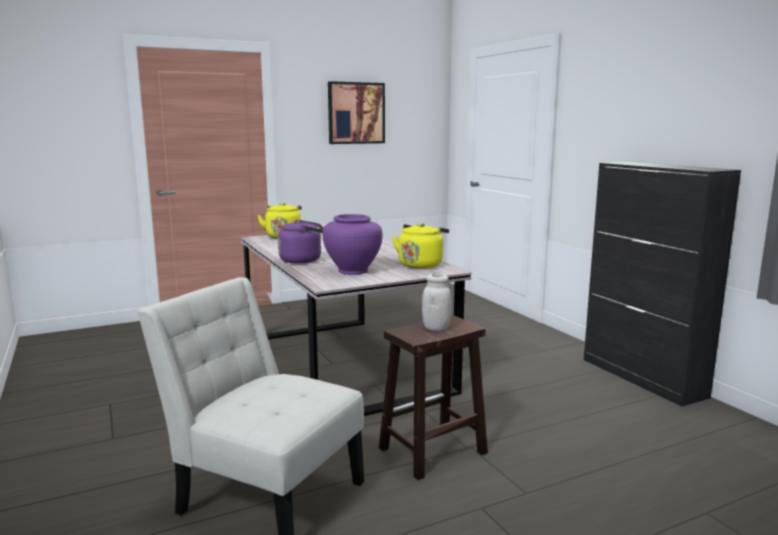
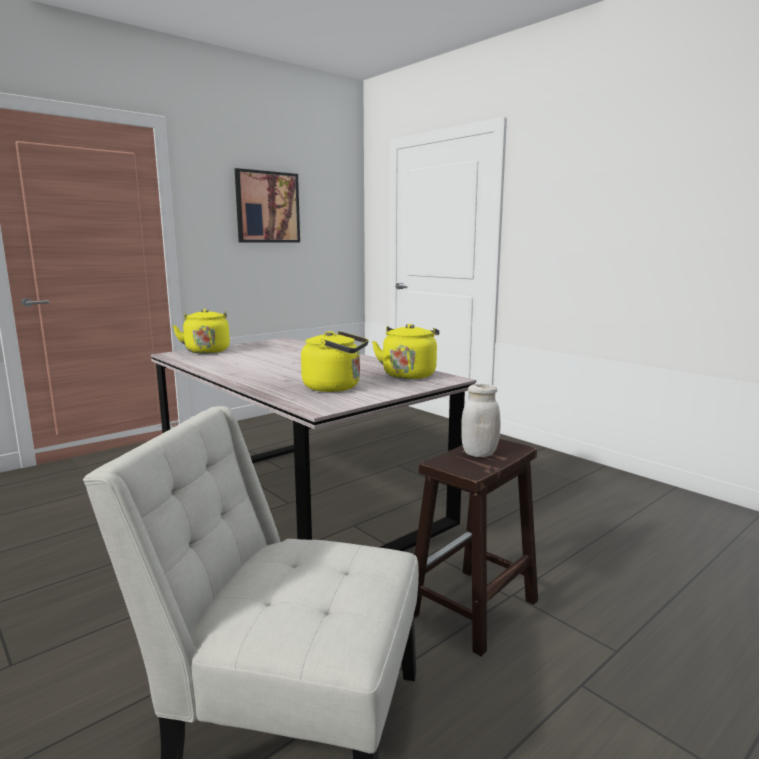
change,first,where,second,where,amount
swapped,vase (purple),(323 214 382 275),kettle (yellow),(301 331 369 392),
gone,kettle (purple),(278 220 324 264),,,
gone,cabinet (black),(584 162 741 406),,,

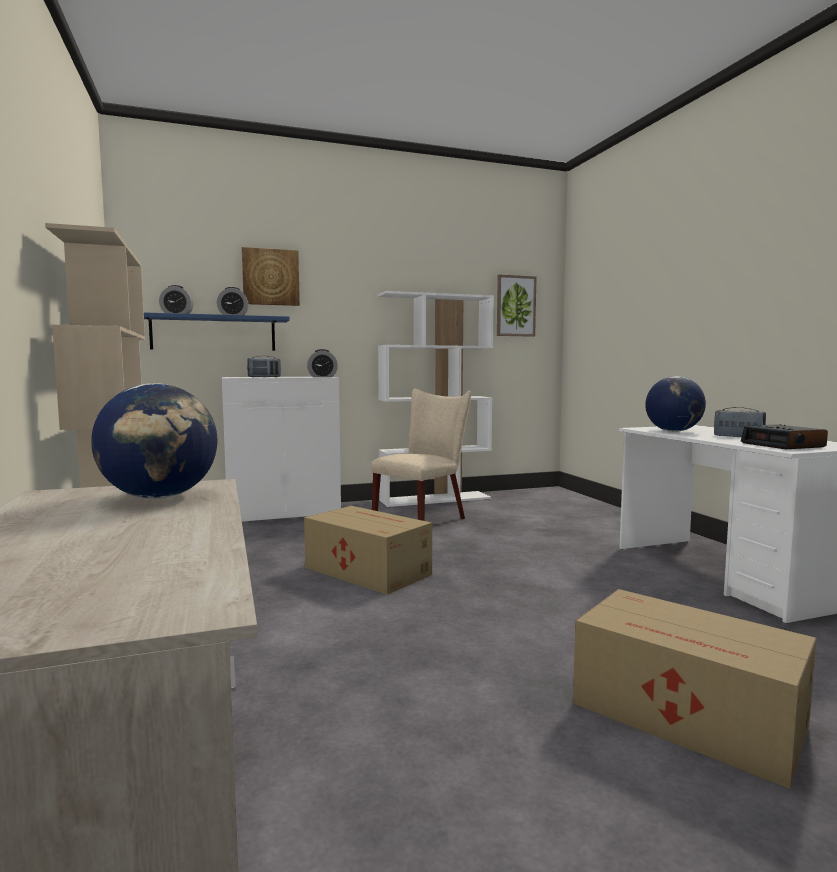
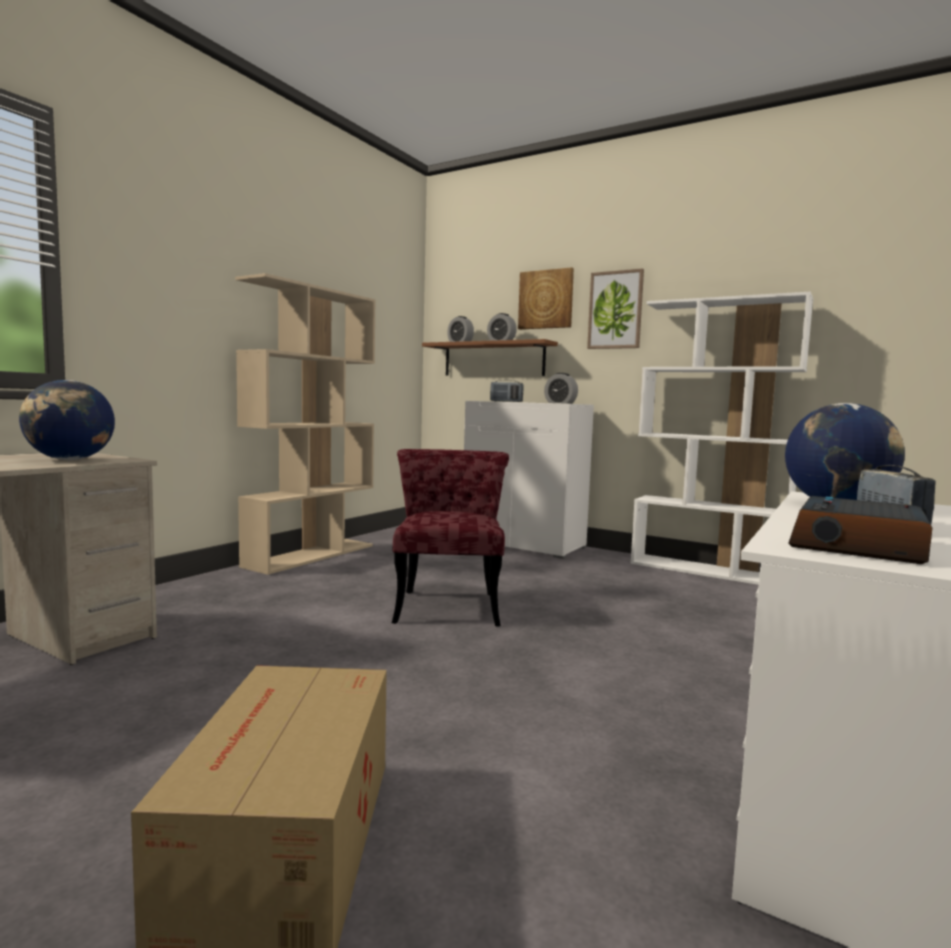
change,first,where,second,where,amount
swapped,cardboard box,(304 506 432 595),chair (red),(392 449 509 627),
repainted,shelf (blue),(144 312 290 351),shelf (brown),(422 339 558 376),
shifted,picture,(497 274 537 337),,(587 268 644 349),
gone,chair (beige),(371 389 471 521),,,

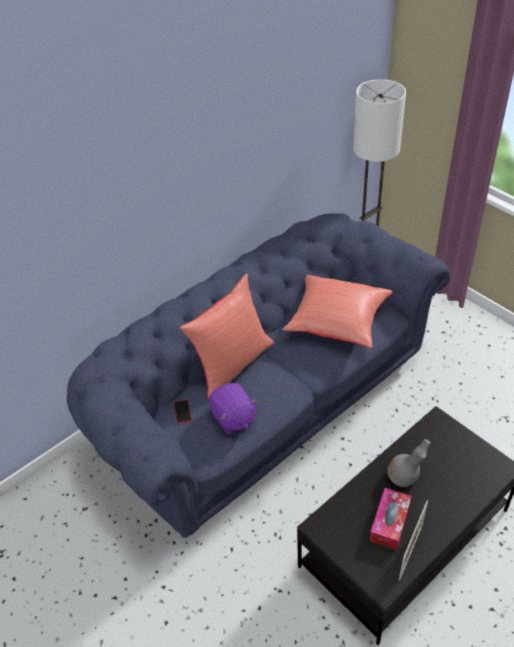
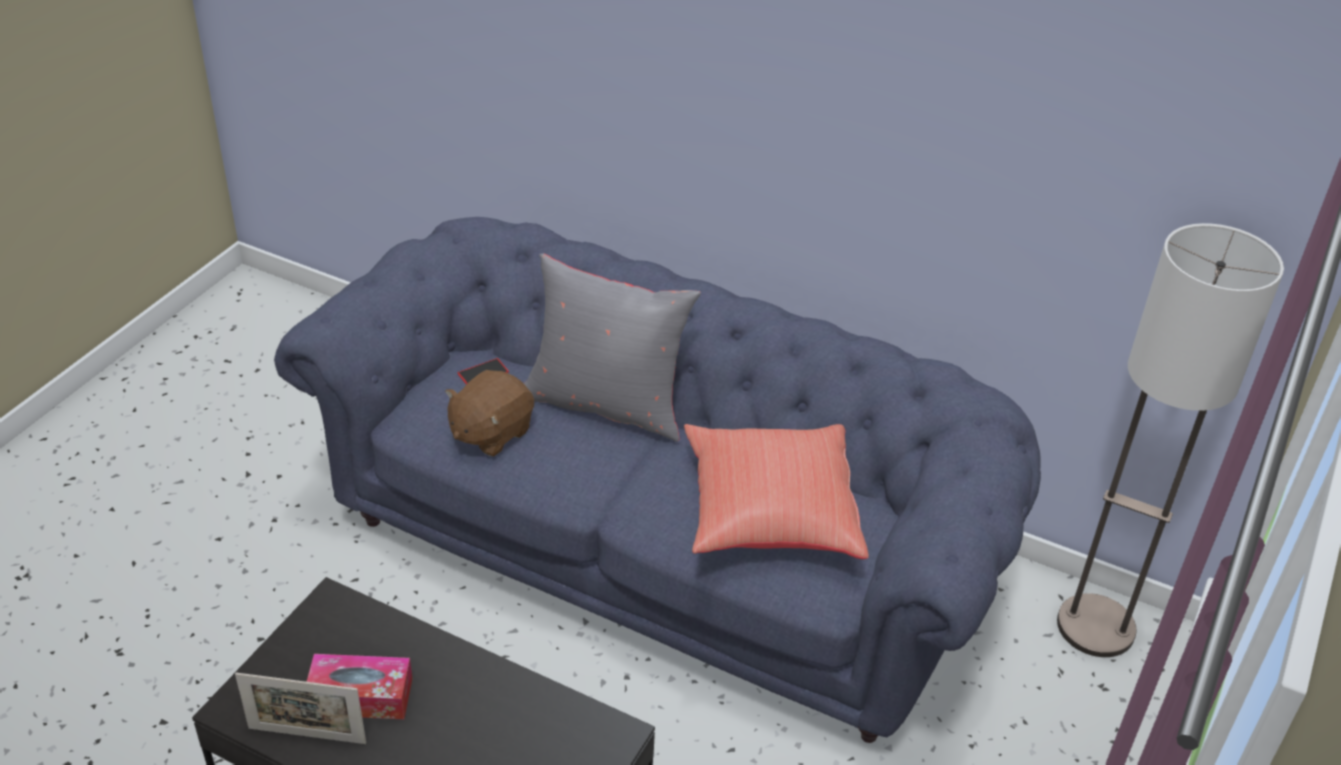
change,first,where,second,where,amount
repainted,plush toy (purple),(209 383 257 434),plush toy (brown),(445 370 534 457),
repainted,pillow (red),(180 274 274 399),pillow (grey),(524 253 701 442),
gone,vase (grey),(388 439 431 487),,,

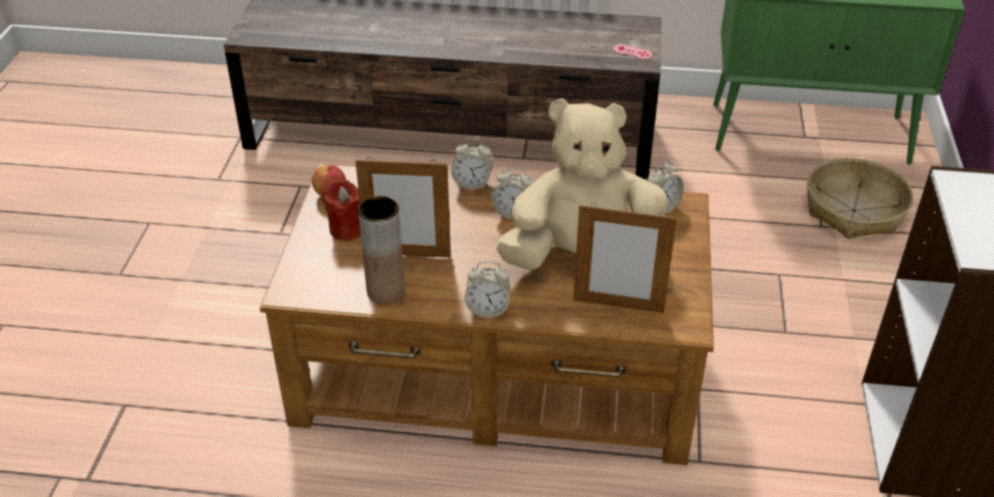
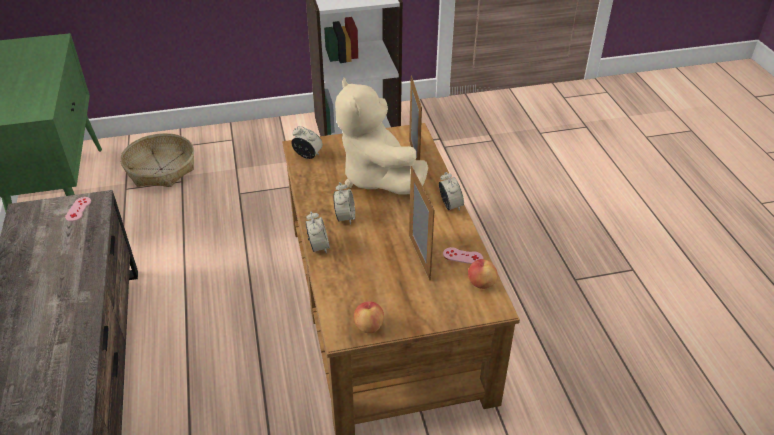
change,first,where,second,where,amount
swapped,vase (brown),(358 196 405 304),game controller (pink),(443 247 483 264),
new,,,apple,(468 259 498 289),
gone,candle (red),(323 180 361 241),,,

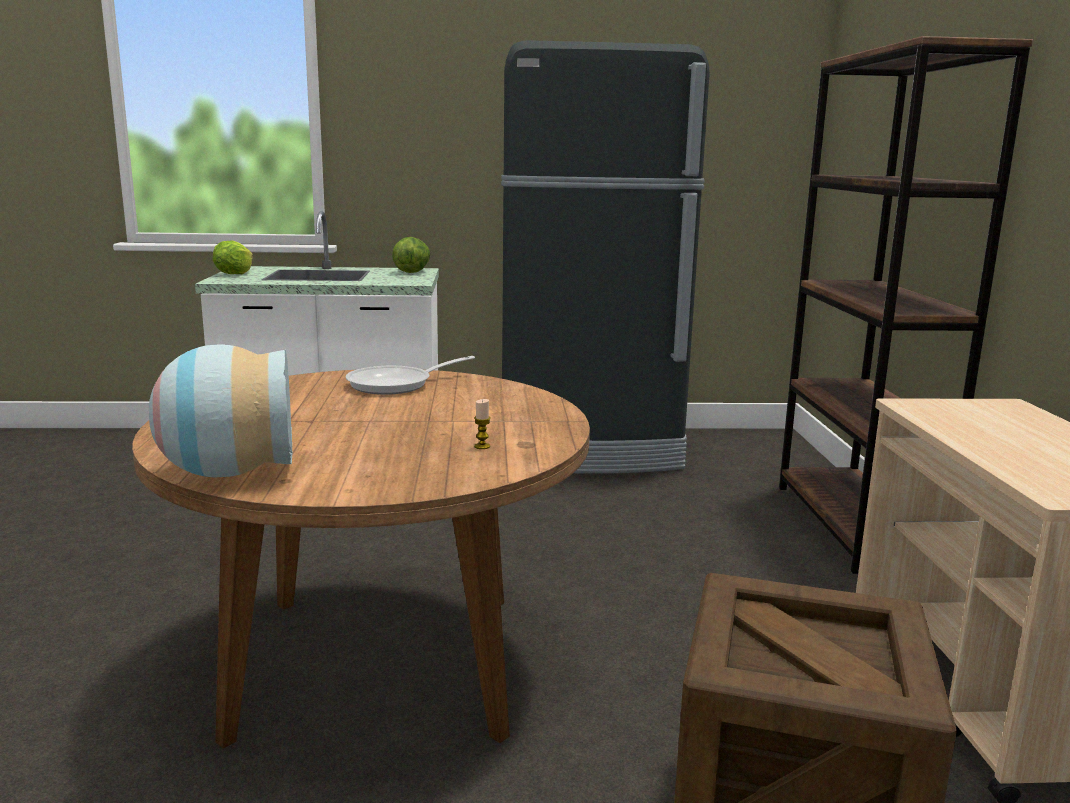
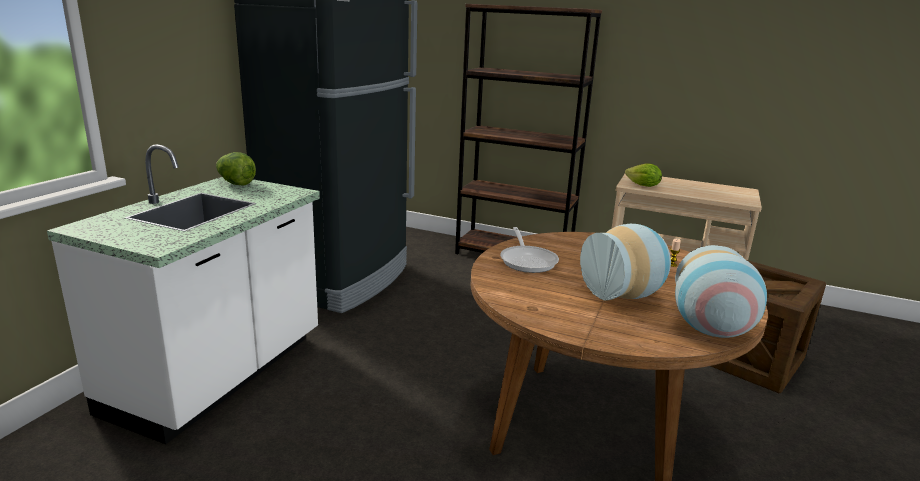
change,first,where,second,where,amount
new,,,vase,(580 224 671 301),
shifted,lettuce,(213 241 253 274),,(625 163 662 187),

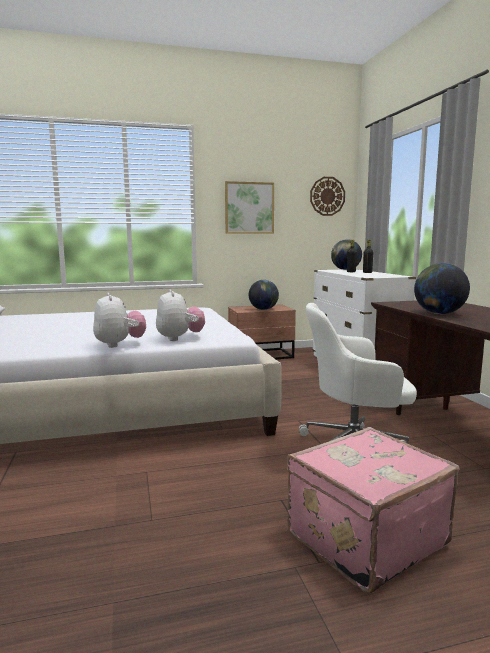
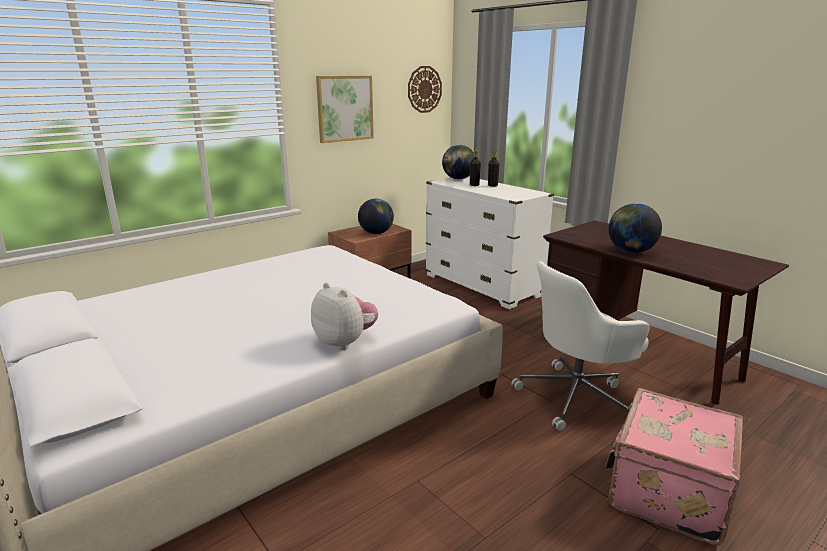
change,first,where,second,where,amount
gone,plush toy,(156 289 205 341),,,

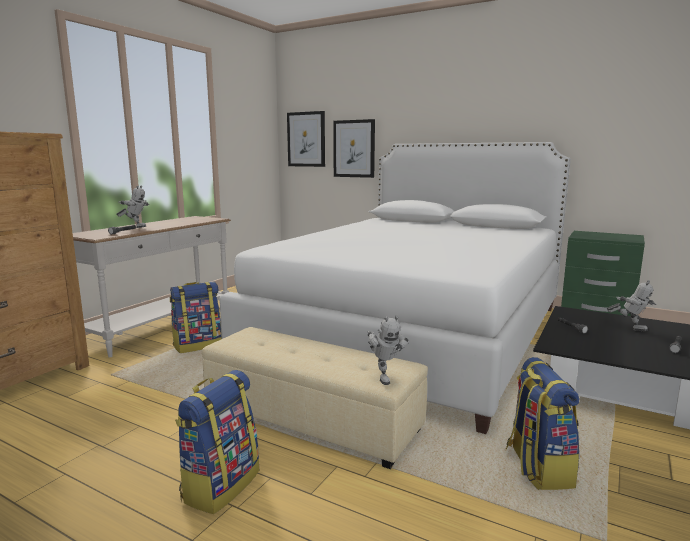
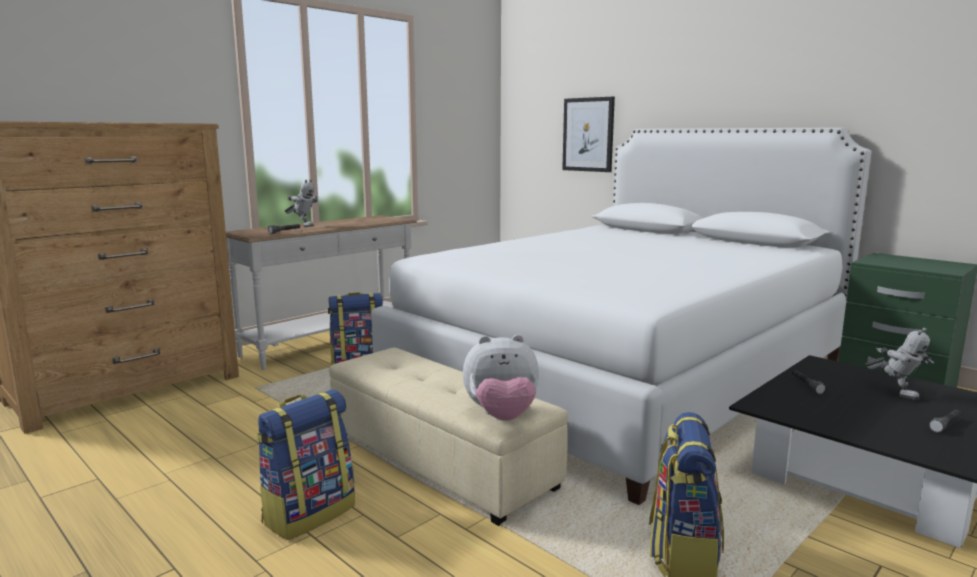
change,first,where,second,where,amount
swapped,toy robot,(368 315 409 385),plush toy,(463 334 539 421),
gone,picture,(287 111 325 167),,,

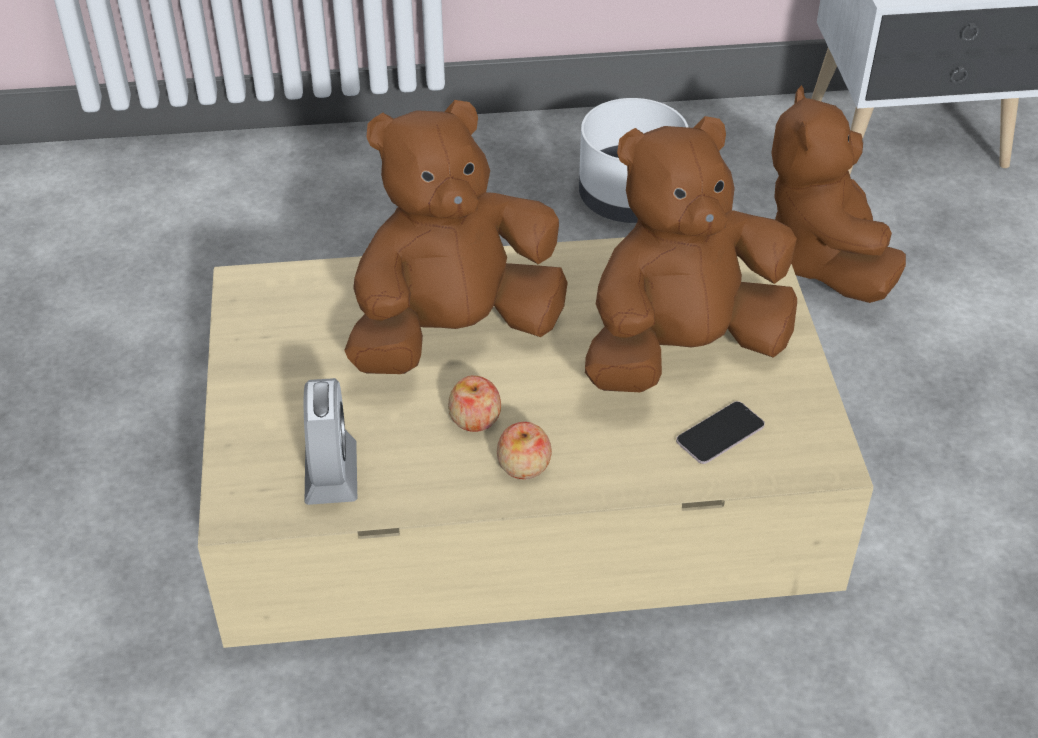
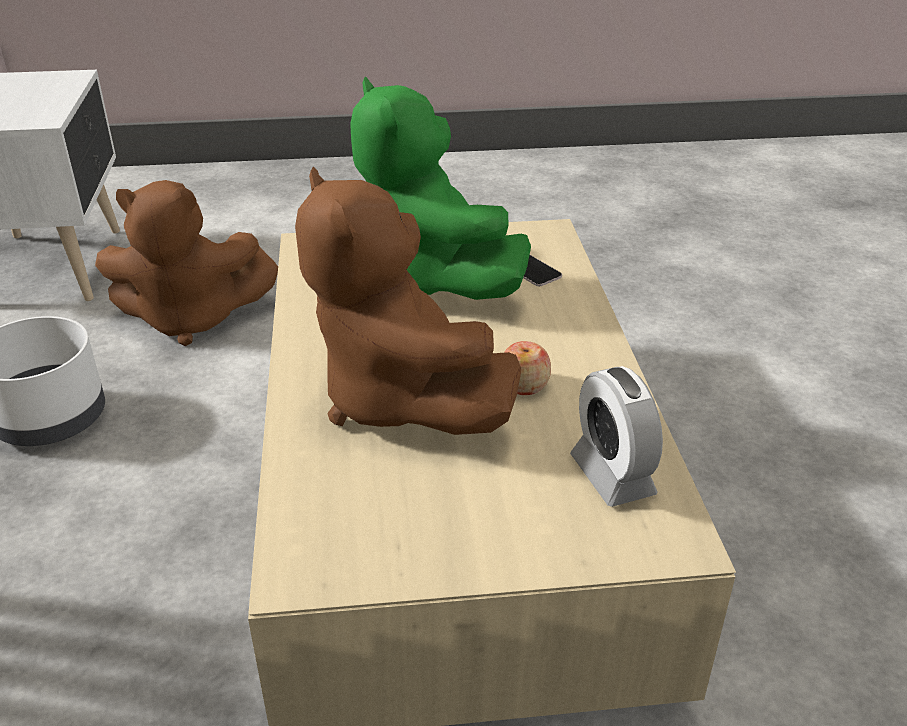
change,first,where,second,where,amount
repainted,plush toy (brown),(585 116 797 392),plush toy (green),(350 77 531 300),
rotated,alarm clock,(304 378 357 505),,(570 366 663 507),105 degrees counterclockwise
gone,apple,(497 422 552 479),,,

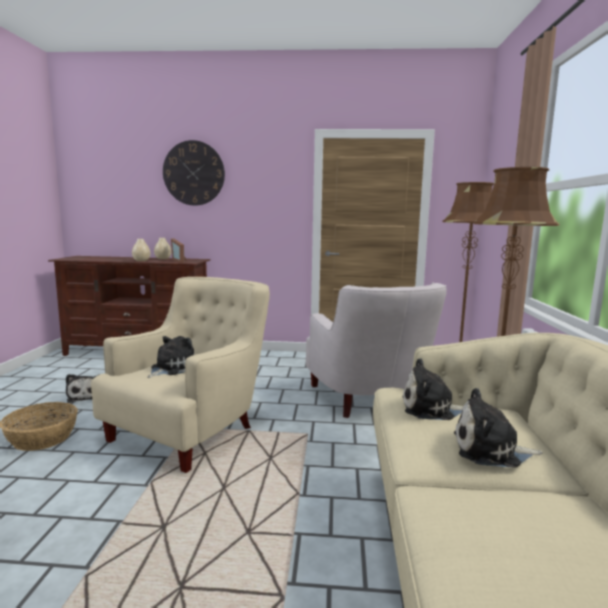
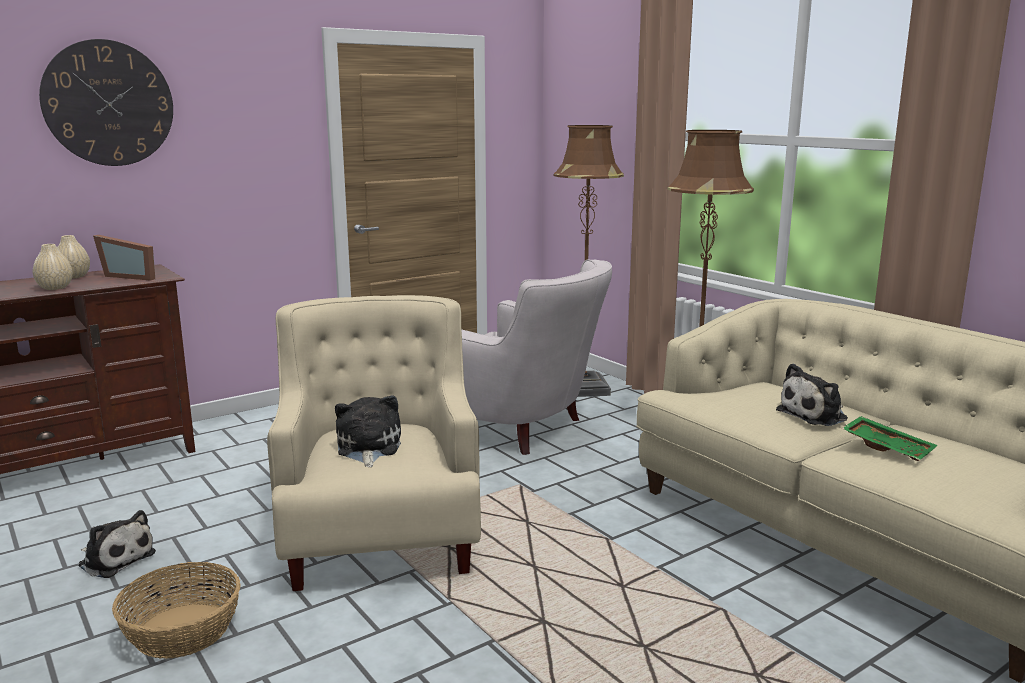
change,first,where,second,where,amount
new,,,tray (green),(842 416 937 461),
gone,plush toy,(402 358 463 420),,,

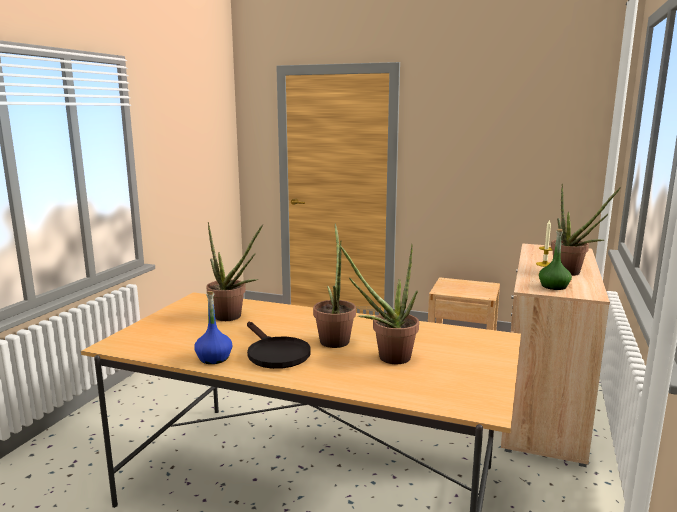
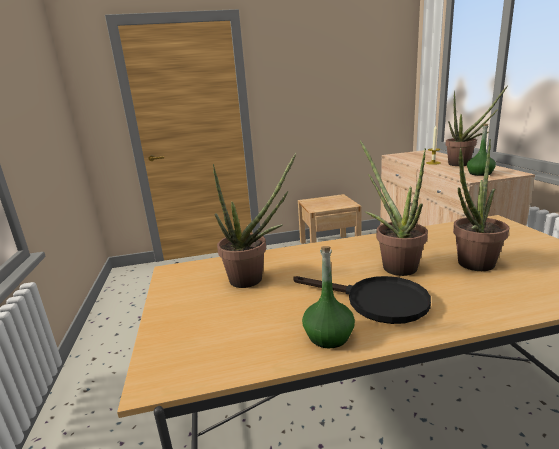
change,first,where,second,where,amount
repainted,bottle (blue),(194 291 232 364),bottle (green),(302 246 355 348),

